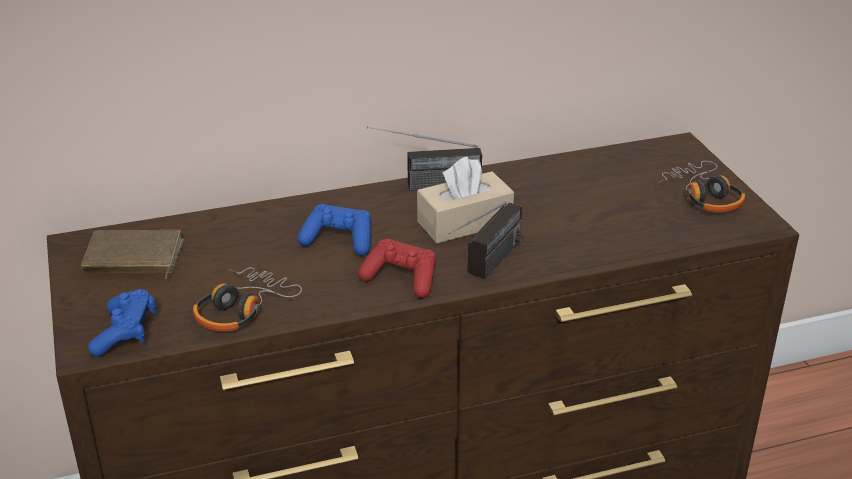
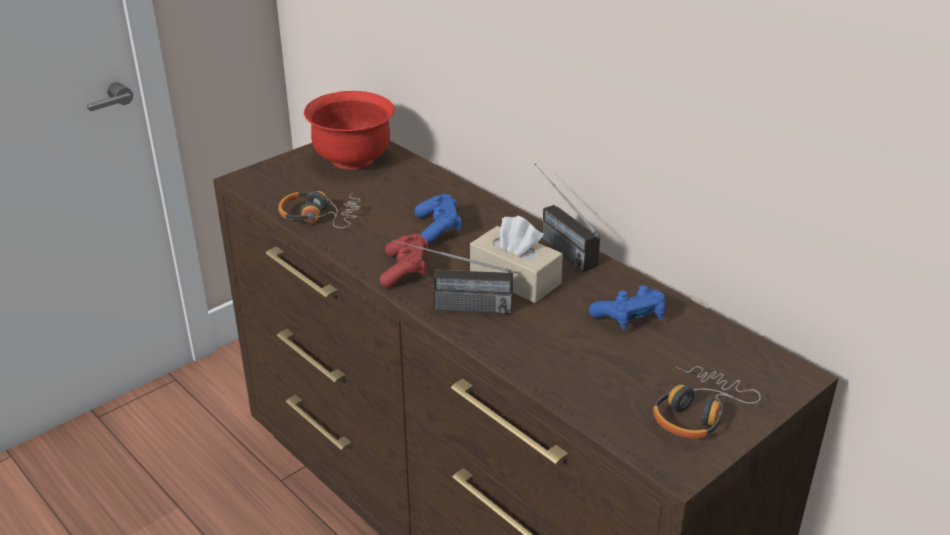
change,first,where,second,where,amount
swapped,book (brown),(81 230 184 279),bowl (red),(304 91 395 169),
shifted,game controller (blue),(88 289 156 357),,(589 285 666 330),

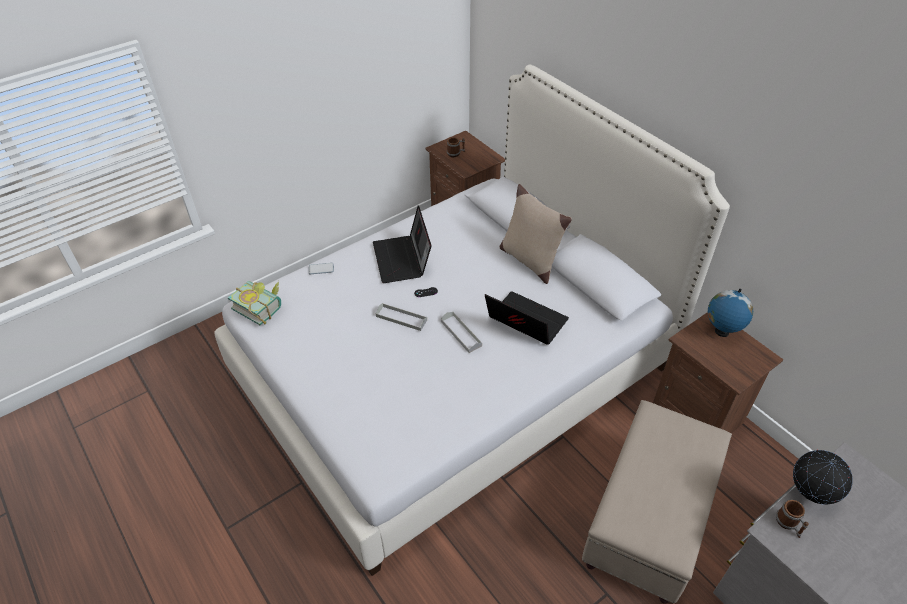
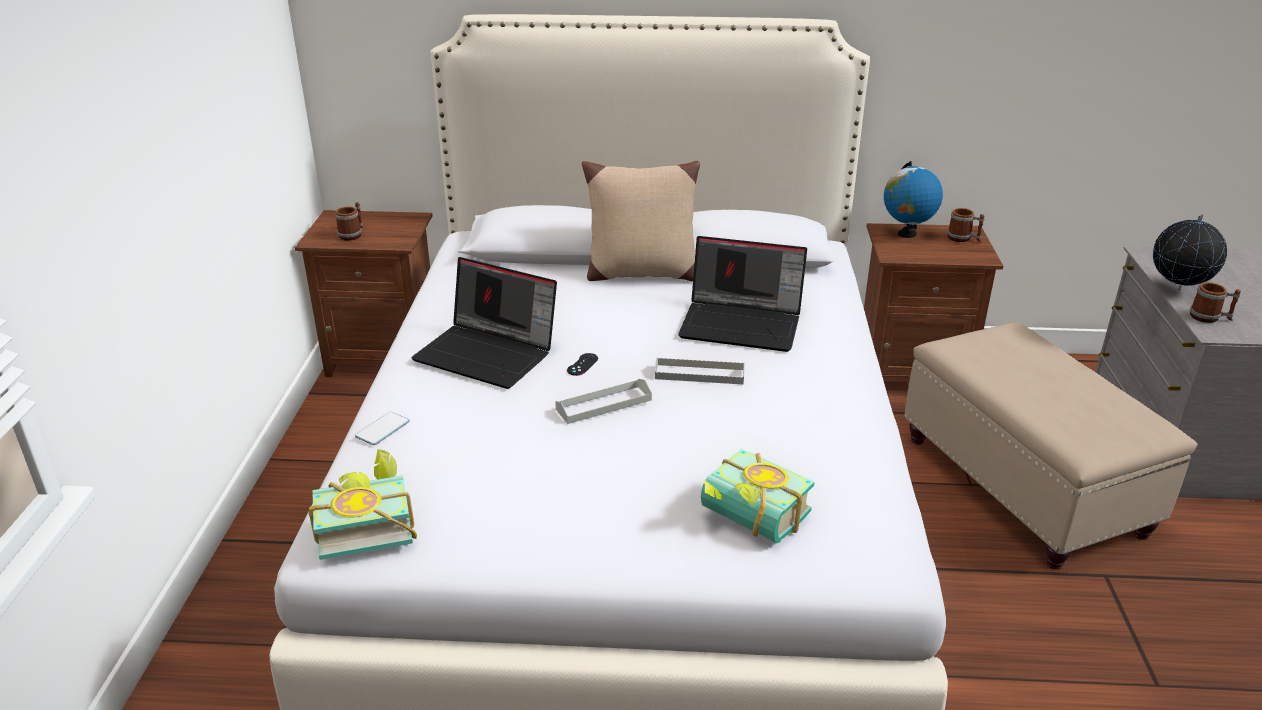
change,first,where,second,where,amount
rotated,laptop,(485 291 569 345),,(678 236 807 352),150 degrees counterclockwise
new,,,book,(701 449 814 543),
new,,,mug,(947 208 985 242),

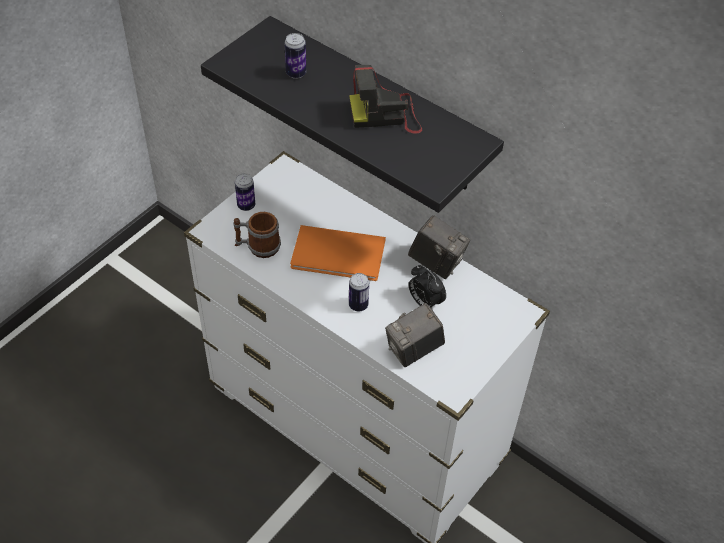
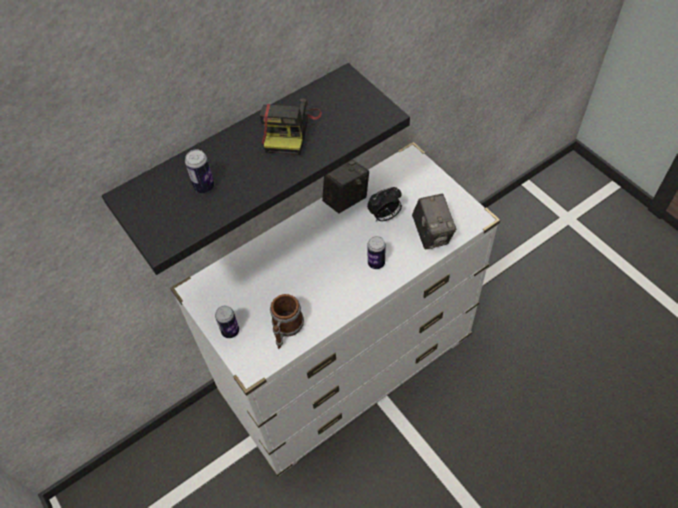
change,first,where,second,where,amount
gone,book (orange),(290 225 386 281),,,

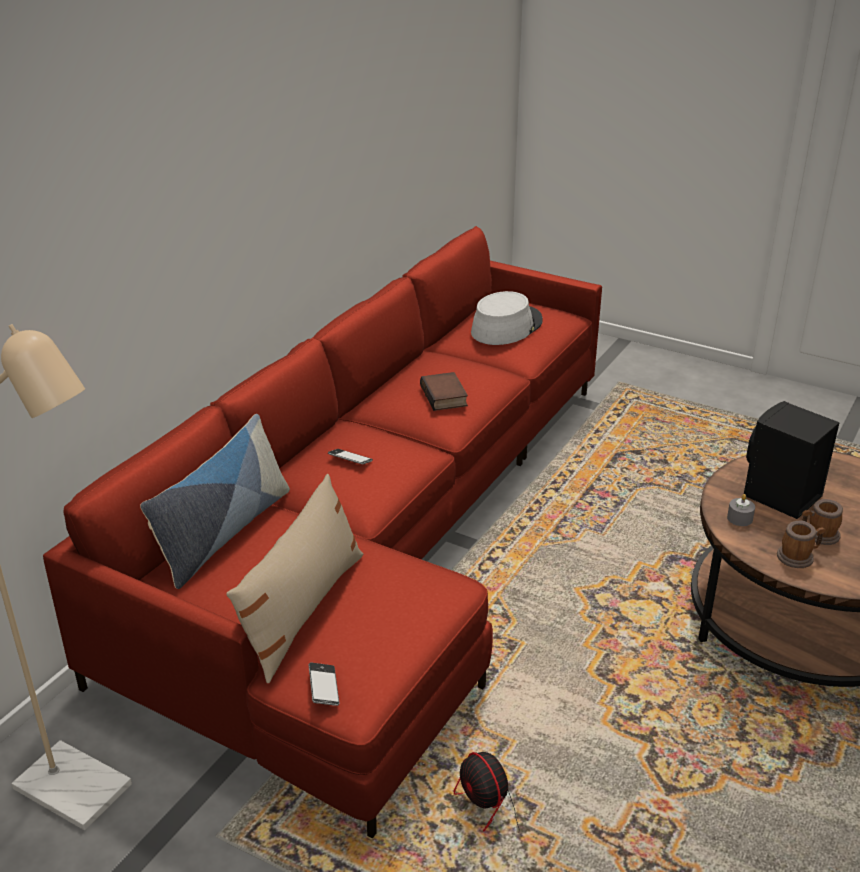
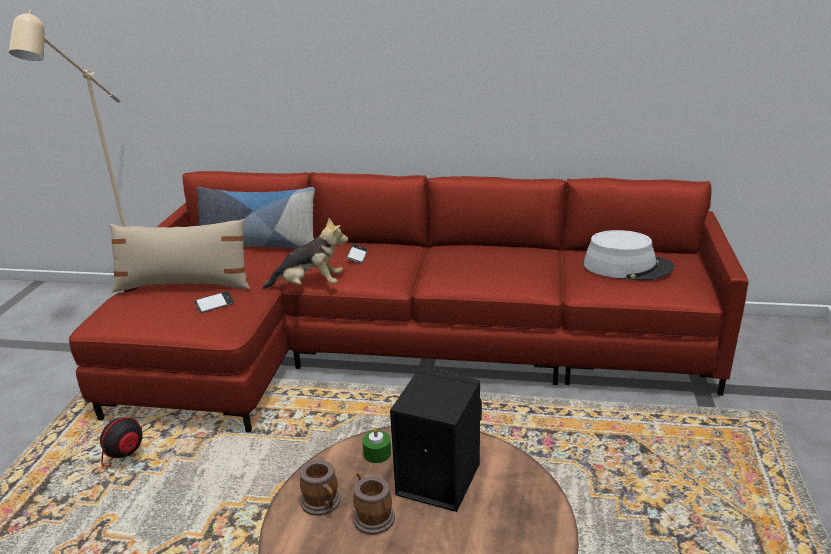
change,first,where,second,where,amount
shifted,phone,(309 662 339 706),,(194 291 234 313),
new,,,plush toy,(262 218 348 289),
repainted,candle (grey),(727 494 755 526),candle (green),(362 427 391 463),
gone,book,(420 372 468 411),,,

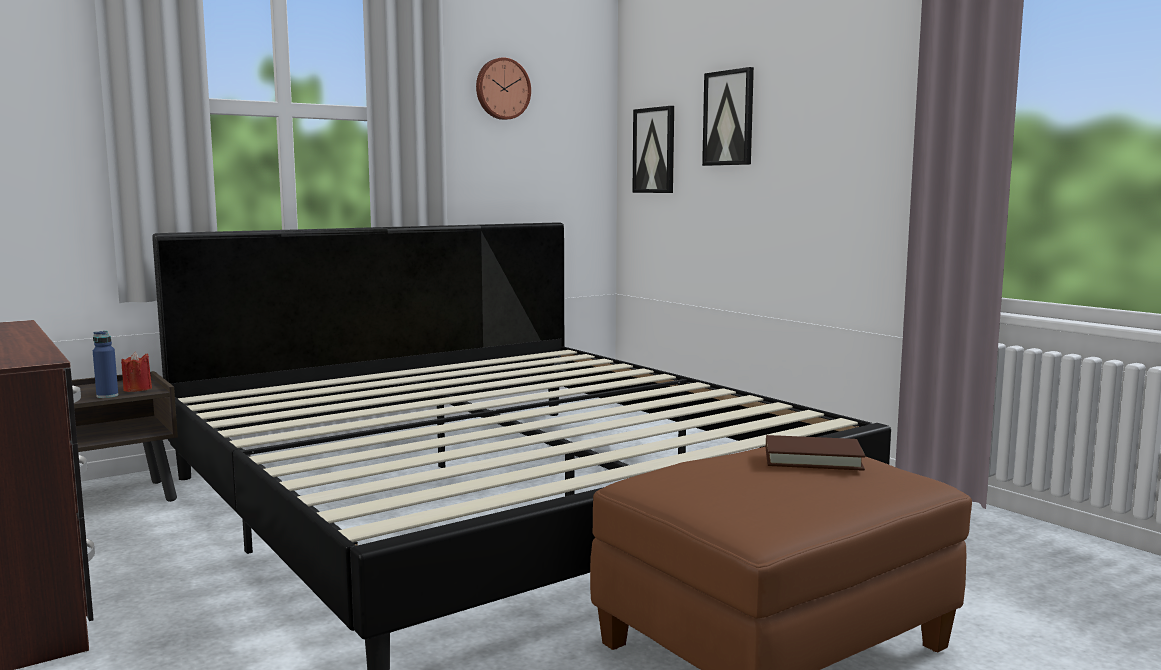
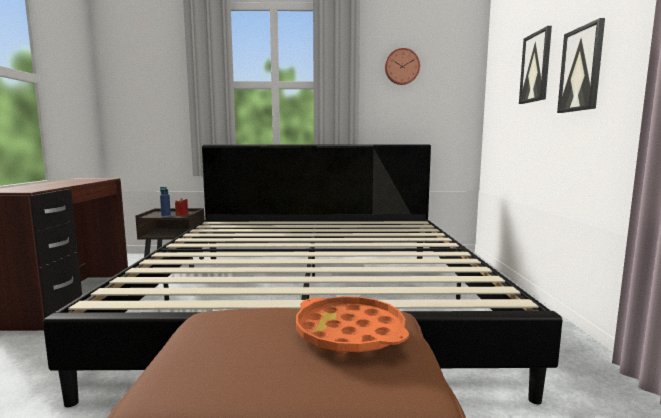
change,first,where,second,where,amount
swapped,book (brown),(766 435 865 471),tray (orange),(296 296 409 354),
shifted,picture,(632 106 674 193),,(557 18 605 113),

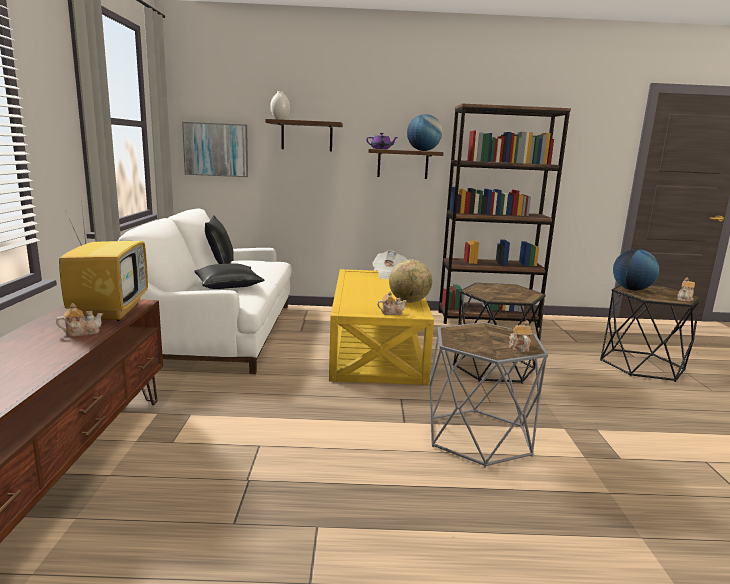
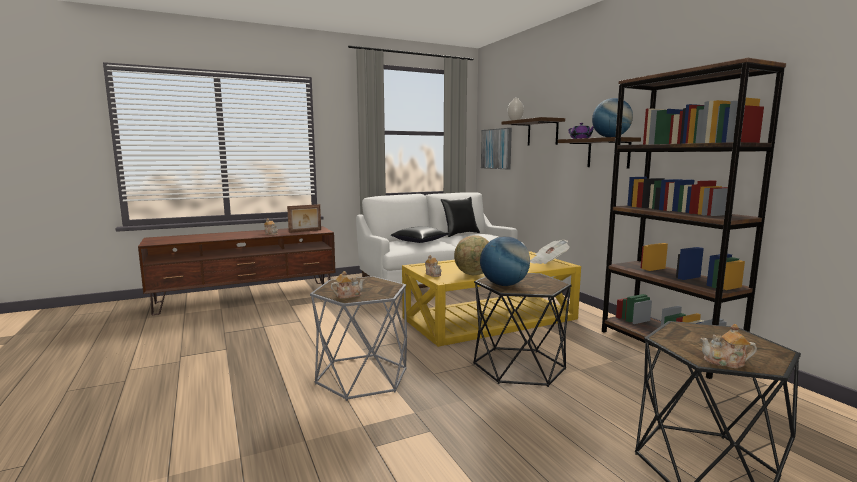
change,first,where,second,where,amount
swapped,television,(59 200 148 322),picture frame,(287 204 321 233),
shifted,globe,(613 249 659 290),,(480 236 530 286),

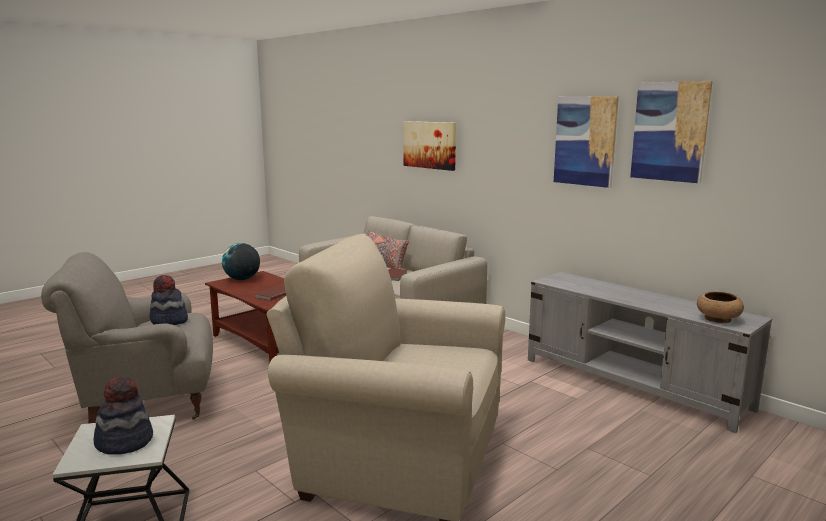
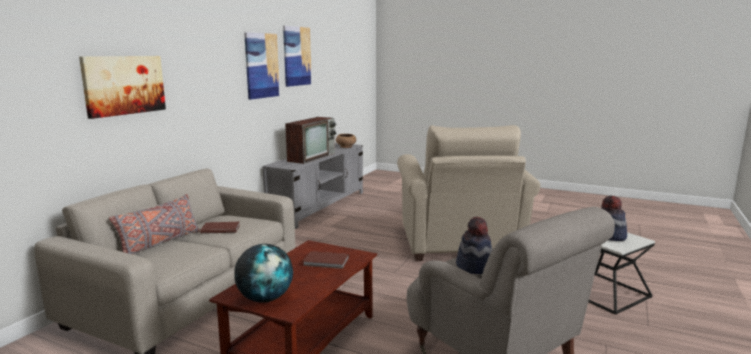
change,first,where,second,where,amount
new,,,television,(285 117 337 164),

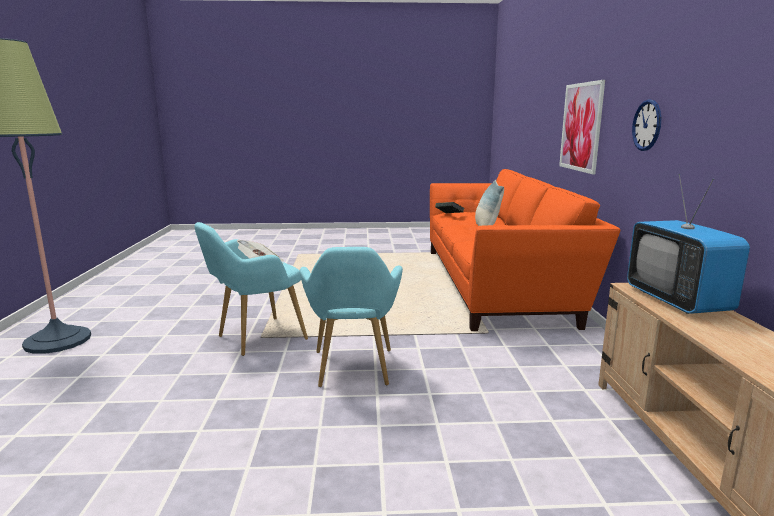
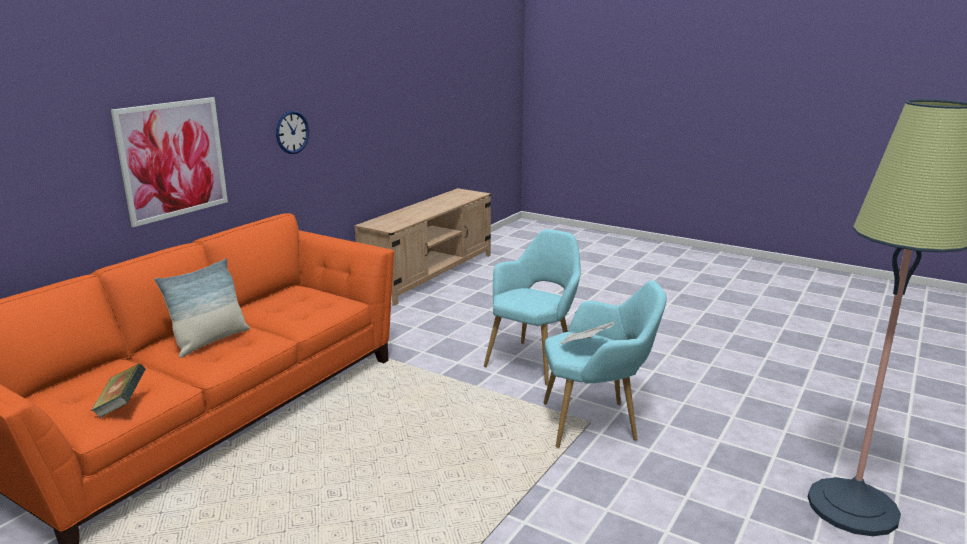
change,first,where,second,where,amount
gone,television,(627 174 750 314),,,

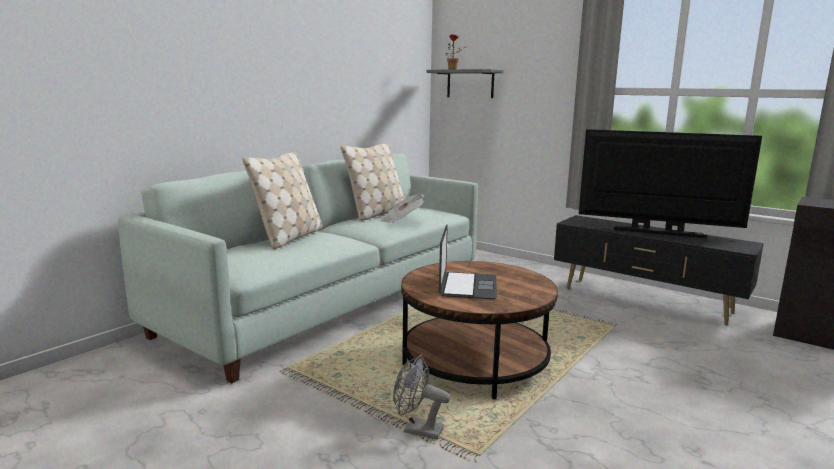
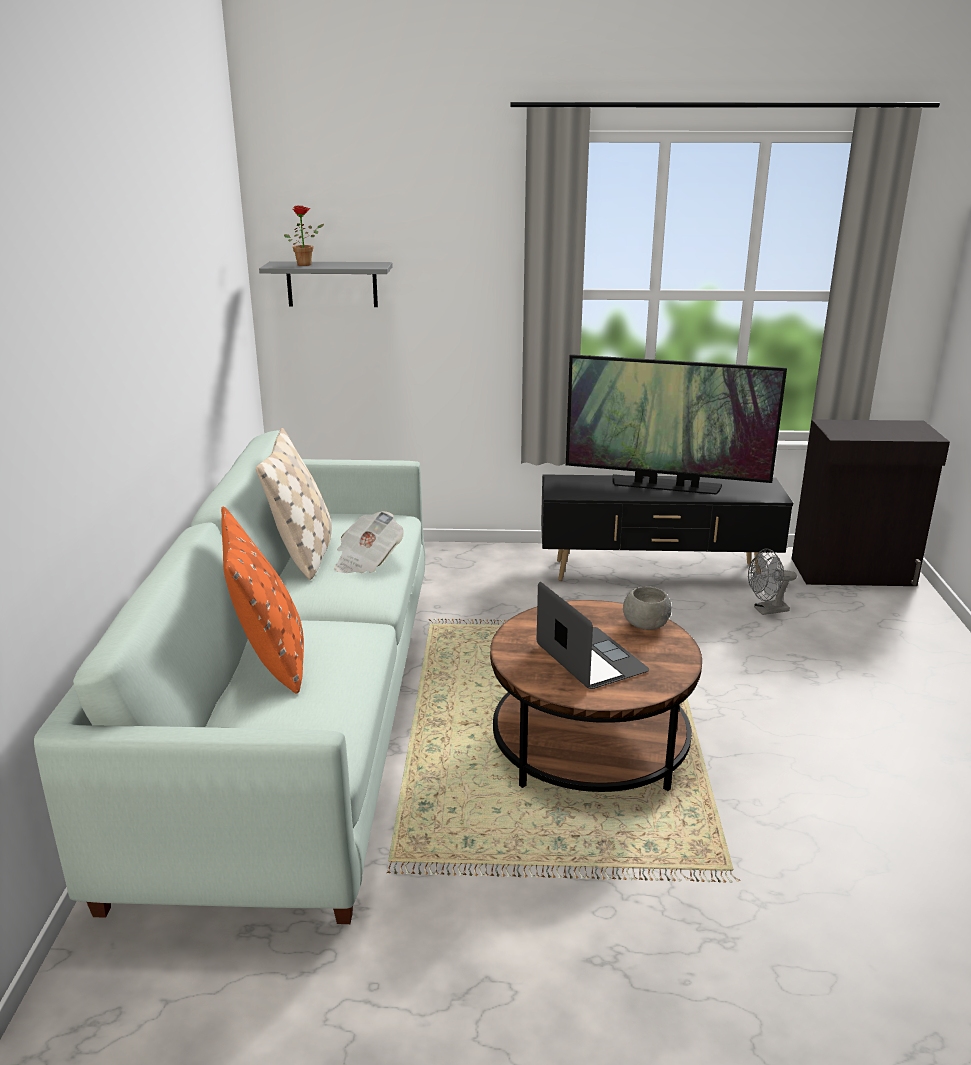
change,first,where,second,where,amount
repainted,pillow (beige),(242 151 323 249),pillow (orange),(221 507 304 694),
rotated,television,(579 129 762 238),,(566 354 787 494),150 degrees counterclockwise
new,,,bowl (grey),(623 586 672 630),
shifted,fan (grey),(393 355 451 440),,(748 548 797 615),

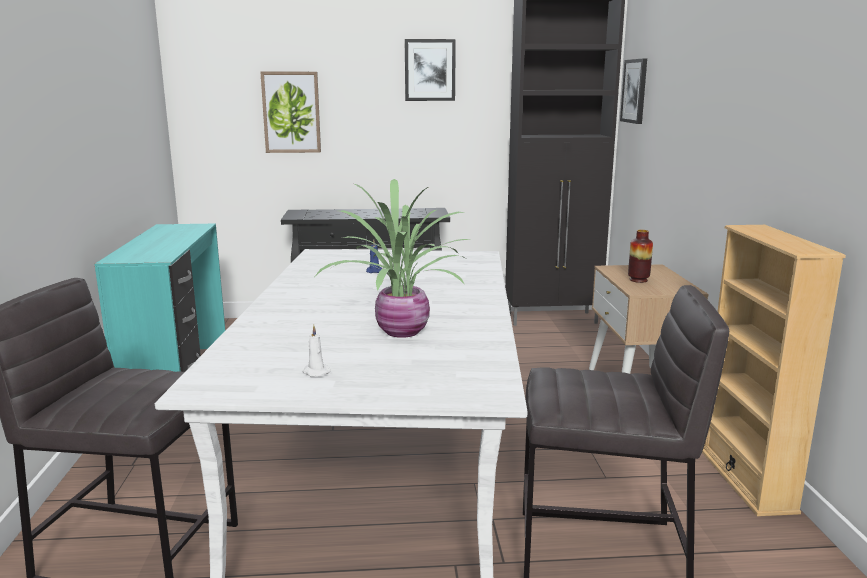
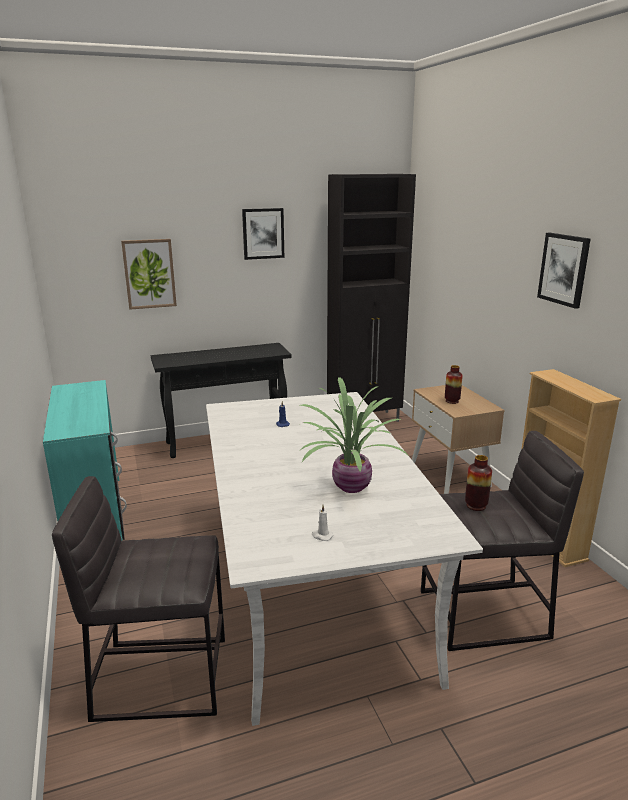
change,first,where,second,where,amount
new,,,vase,(465 455 492 511),
shifted,picture,(620 59 647 124),,(537 233 590 309),

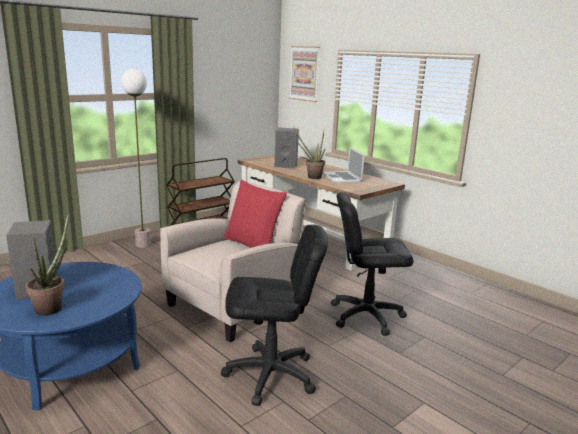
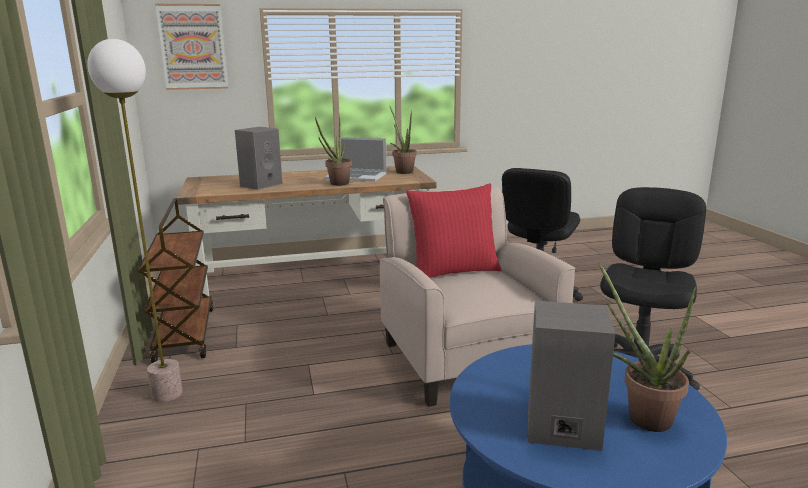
change,first,where,second,where,amount
new,,,potted plant,(390 106 417 174),

